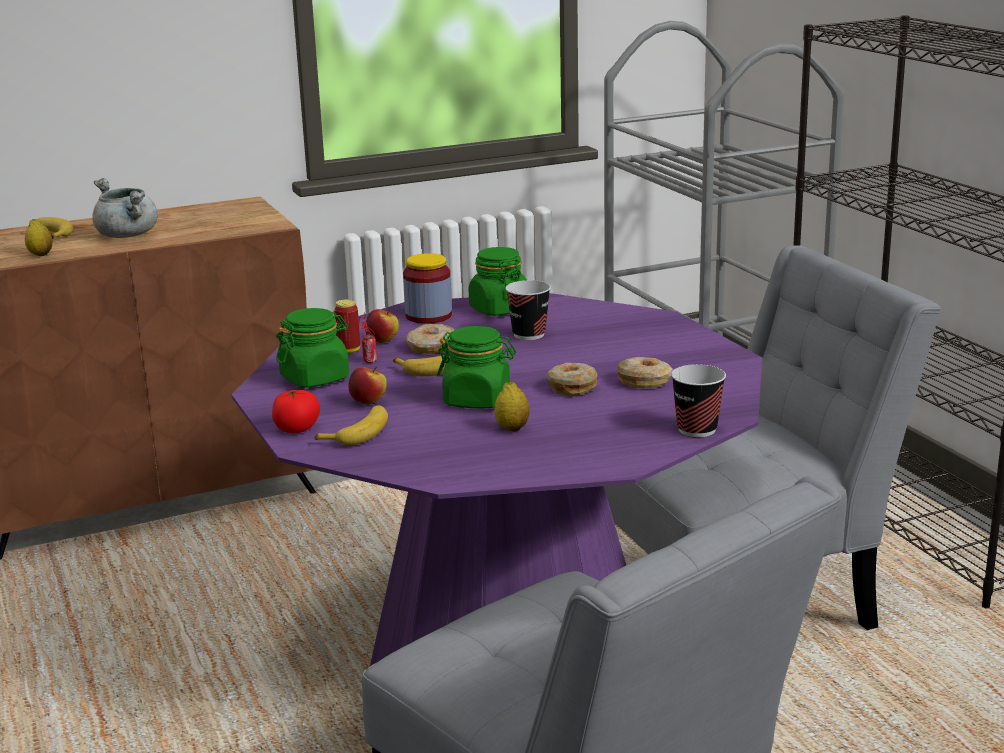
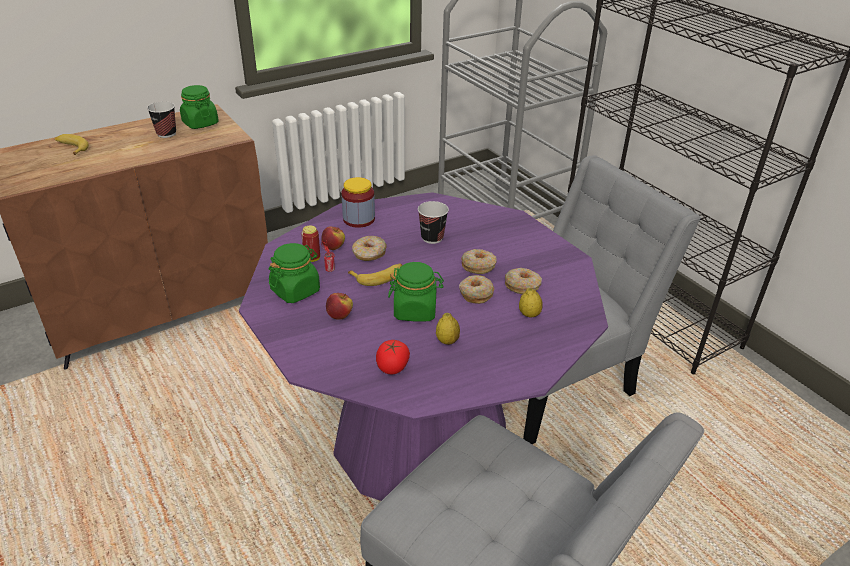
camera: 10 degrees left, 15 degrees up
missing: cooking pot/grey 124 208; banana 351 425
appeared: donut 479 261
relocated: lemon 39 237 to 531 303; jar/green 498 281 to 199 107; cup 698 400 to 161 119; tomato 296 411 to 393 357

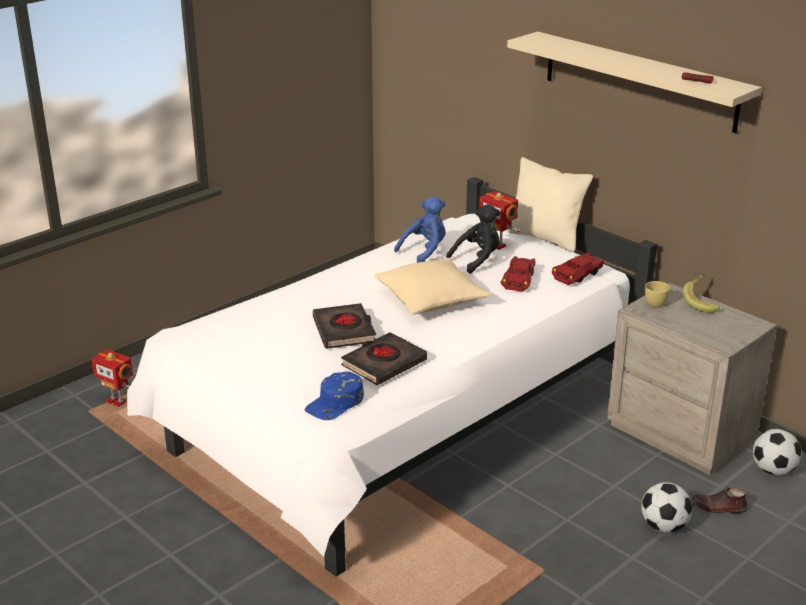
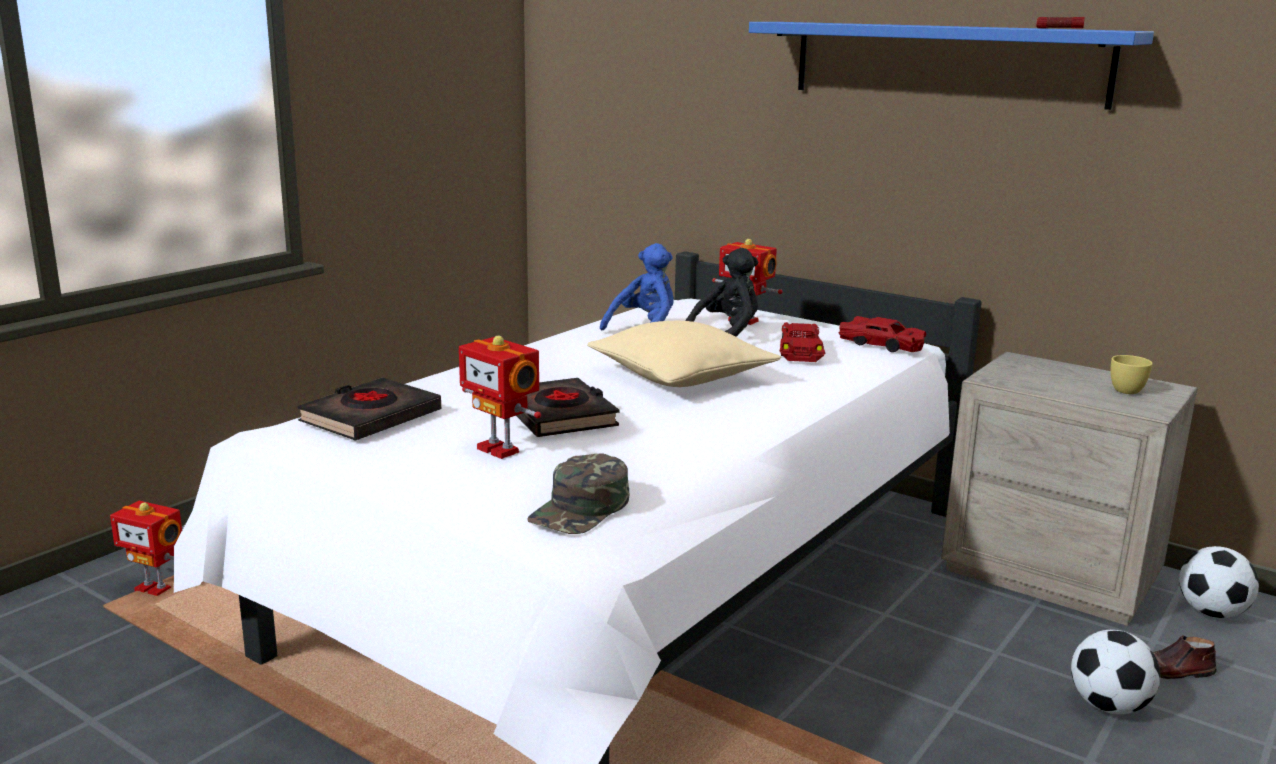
camera: 10 degrees left, 10 degrees down
missing: pillow/beige 549 204; banana 701 293
appeared: toy robot 500 397
relocated: cup/yellow 657 294 to 1132 374; book/black 384 358 to 369 409
colour: shelf/beige 634 82 to shelf/blue 951 66; cap/blue 334 395 to cap/green 578 493
spun: toy car/red 578 269 = 882 334 90 degrees clockwise

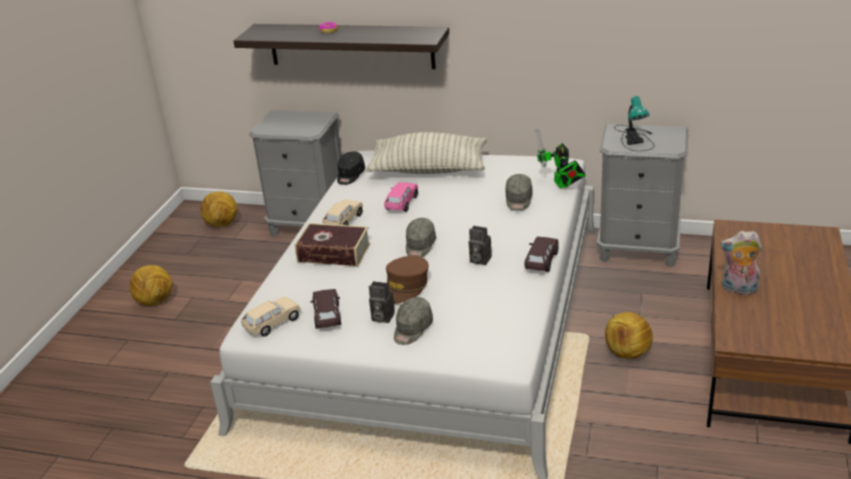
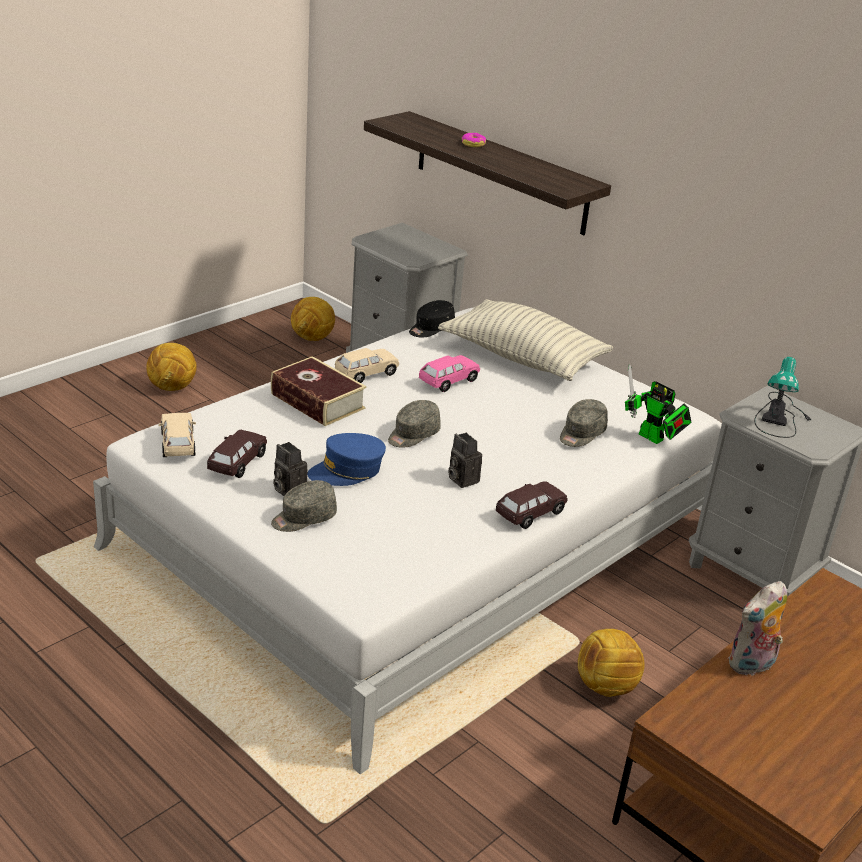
camera: 25 degrees right, 0 degrees up
colour: cap/brown 407 280 to cap/blue 346 459
spun: toy robot 561 158 = 658 404 60 degrees counterclockwise; plush toy 741 264 = 757 628 75 degrees counterclockwise; toy car/beige 271 316 = 177 435 90 degrees counterclockwise

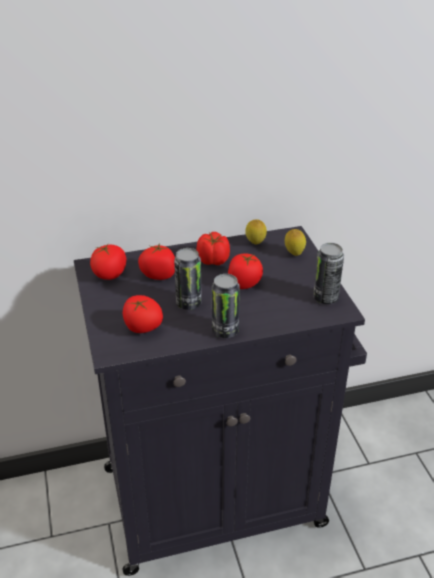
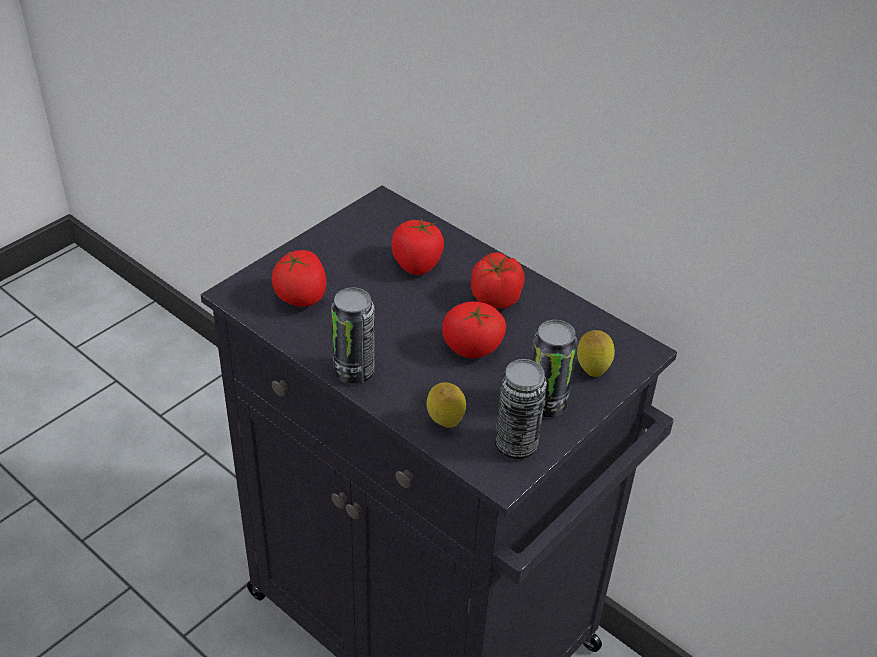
camera: 55 degrees right, 5 degrees up
missing: tomato 108 262
relocated: lemon 256 232 to 446 405; can 188 279 to 554 368

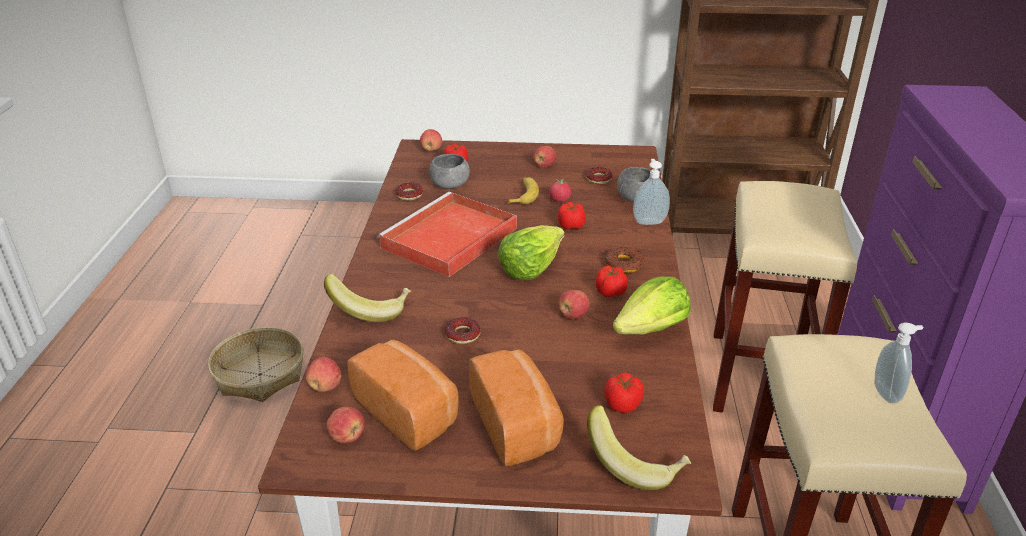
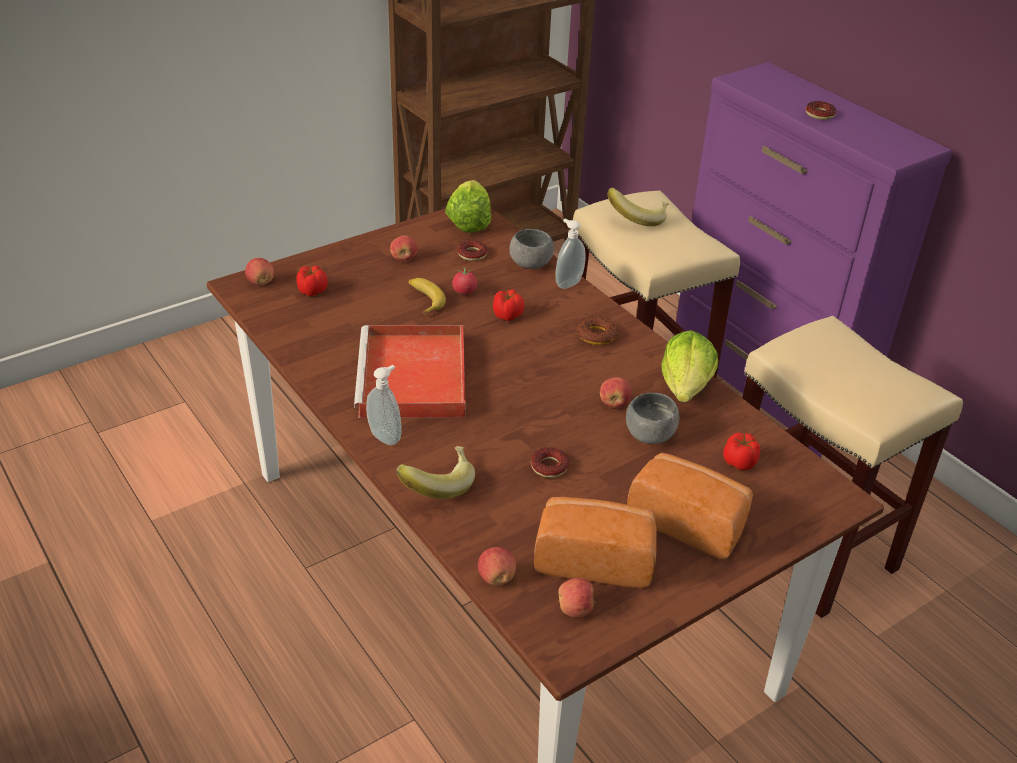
camera: 40 degrees left, 5 degrees up
missing: tomato 612 281; basket 255 364
relocated: bowl/grey 449 171 to 652 418; donut 409 192 to 821 110; lettuce 531 252 to 468 206; soap dispenser 898 363 to 384 405; banana 639 447 to 638 207

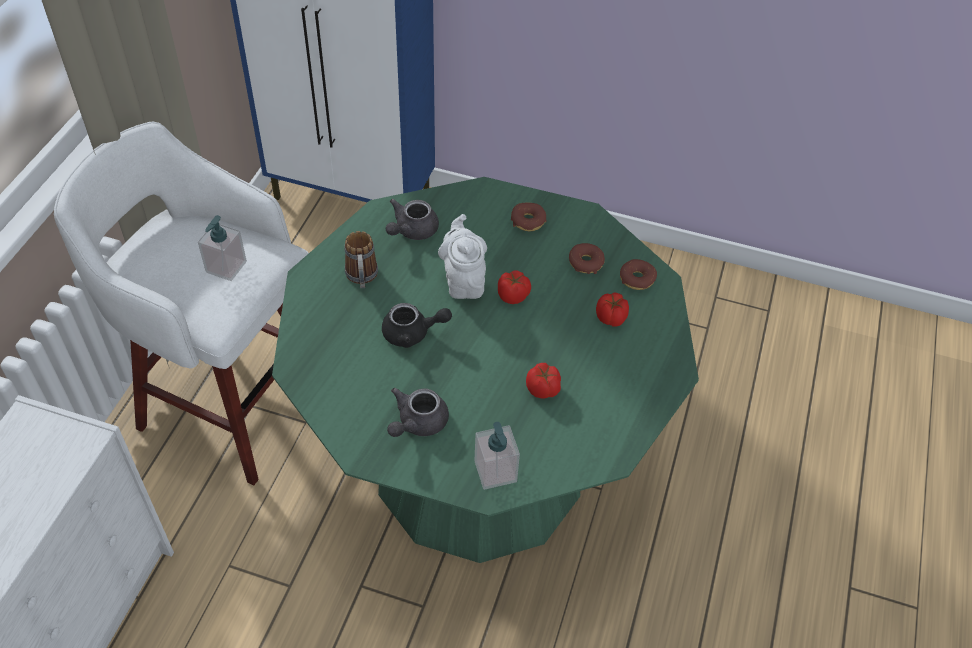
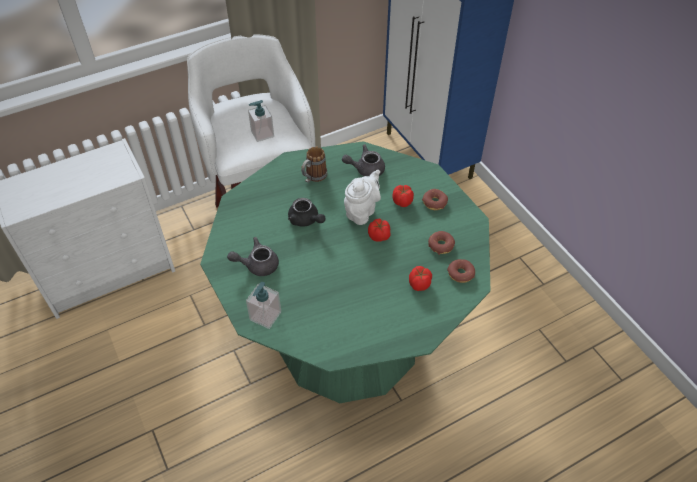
camera: 45 degrees right, 0 degrees up
relocated: tomato 543 380 to 403 196

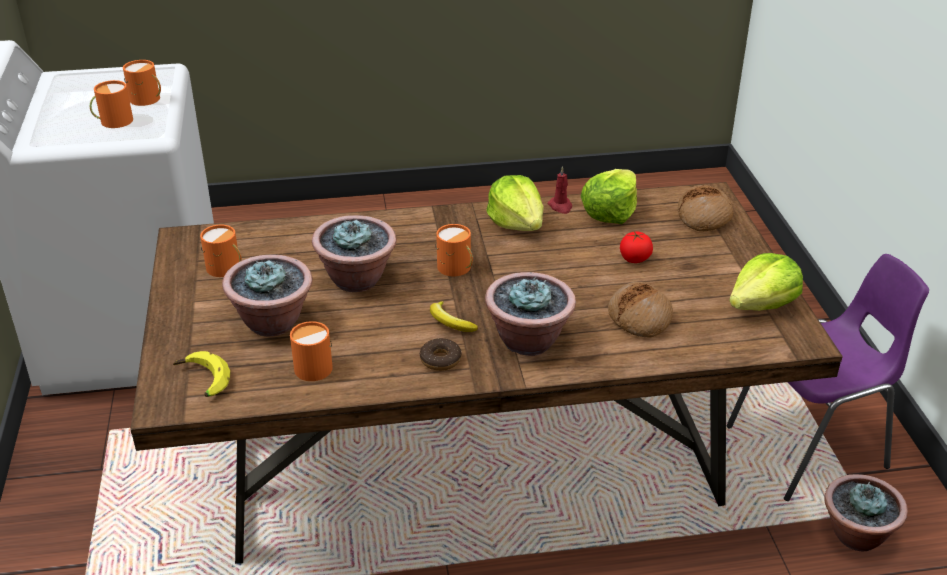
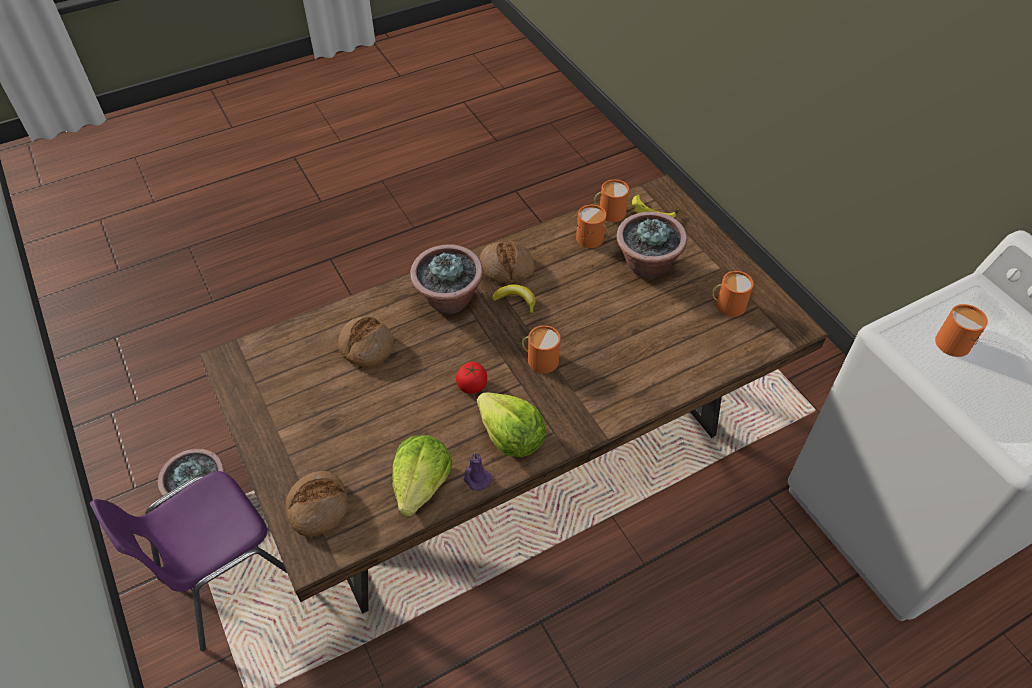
camera: 160 degrees right, 15 degrees up
missing: potted plant 354 253; lettuce 766 282
relocated: mug/orange 142 83 to 611 200; tomato 636 247 to 471 378
exchanged: donut 441 354 to bread 507 262
colour: candle/red 560 190 to candle/purple 478 471

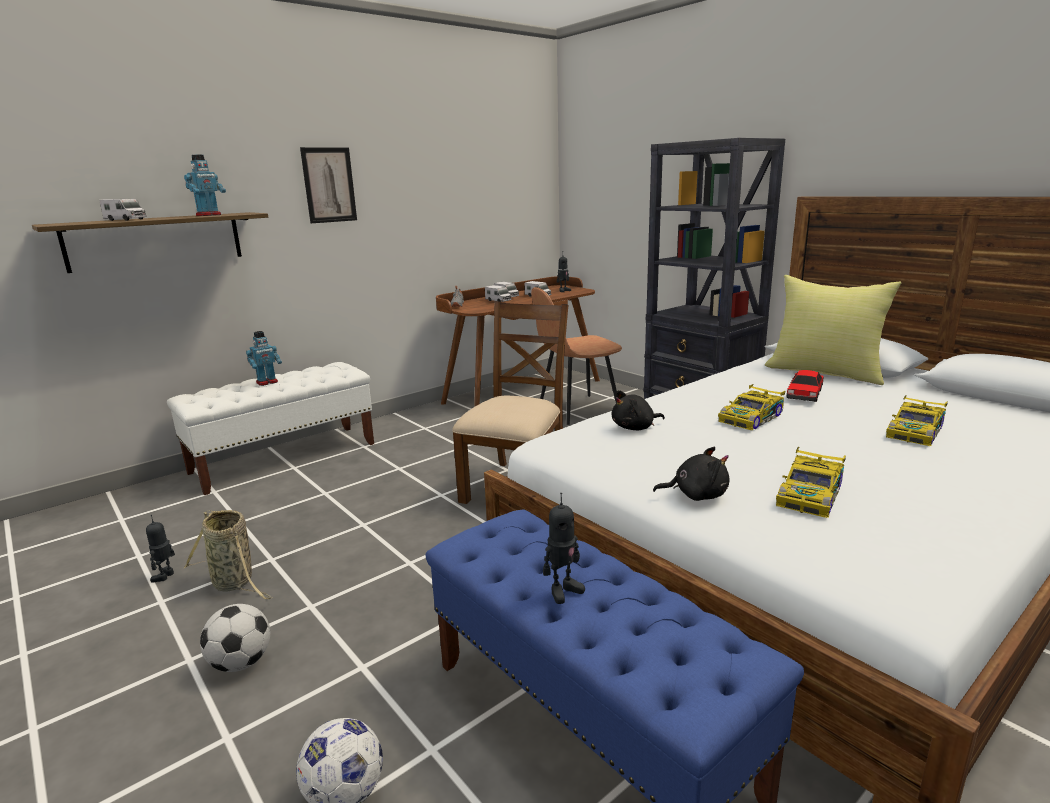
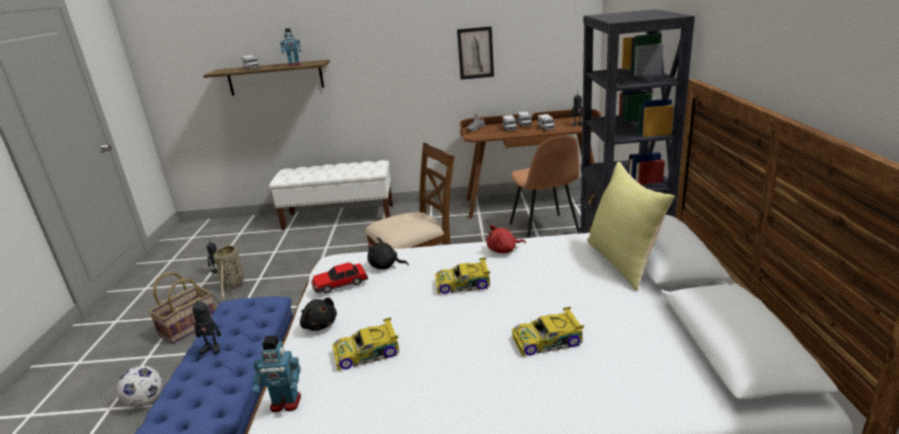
camera: 40 degrees right, 5 degrees up
appeared: plush toy/red 506 239
relocated: picture 328 185 to 475 53; toy robot 264 358 to 276 374; toy car 805 386 to 340 277
exchanged: football 235 638 to basket 182 308
spun: chair/brown 576 356 = 545 186 120 degrees counterclockwise

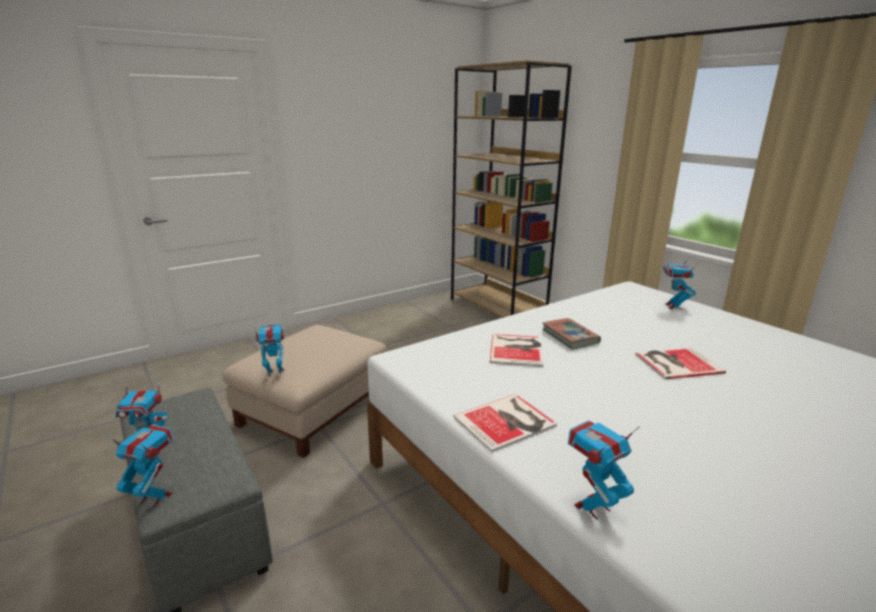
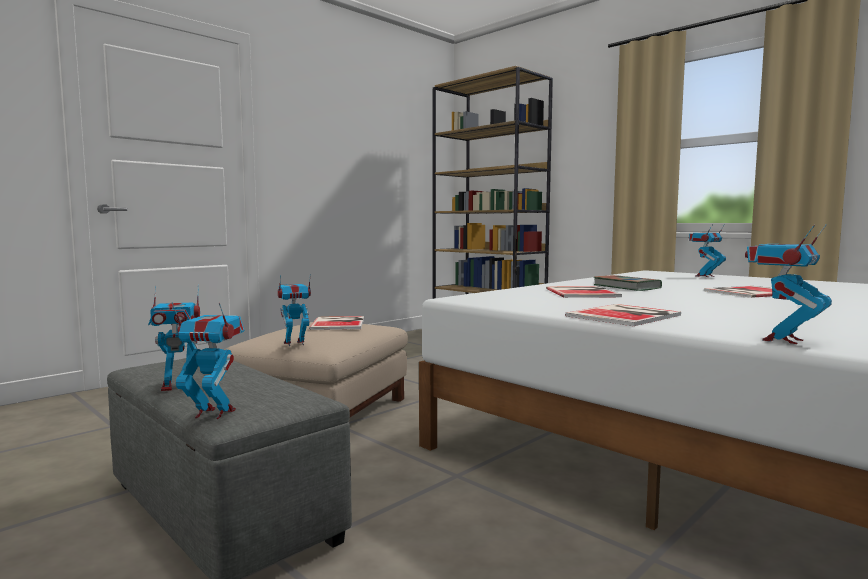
camera: 10 degrees left, 15 degrees down
appeared: book 336 323
spun: toy robot 680 282 = 707 250 60 degrees clockwise

